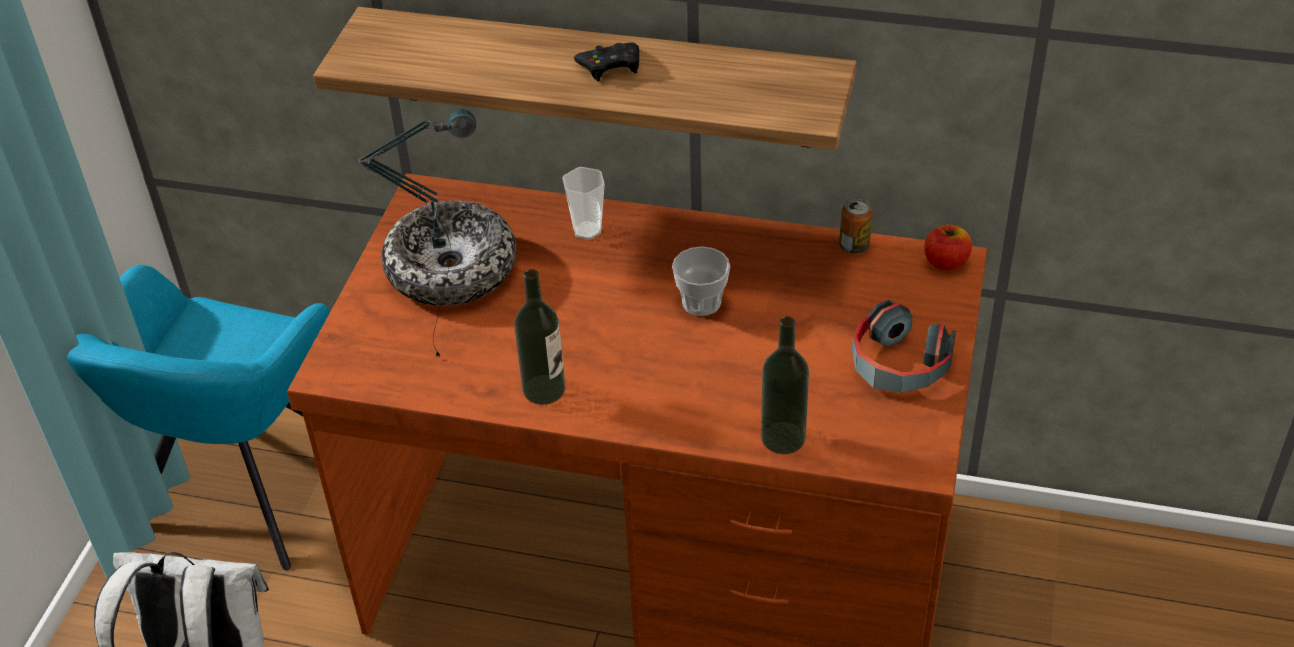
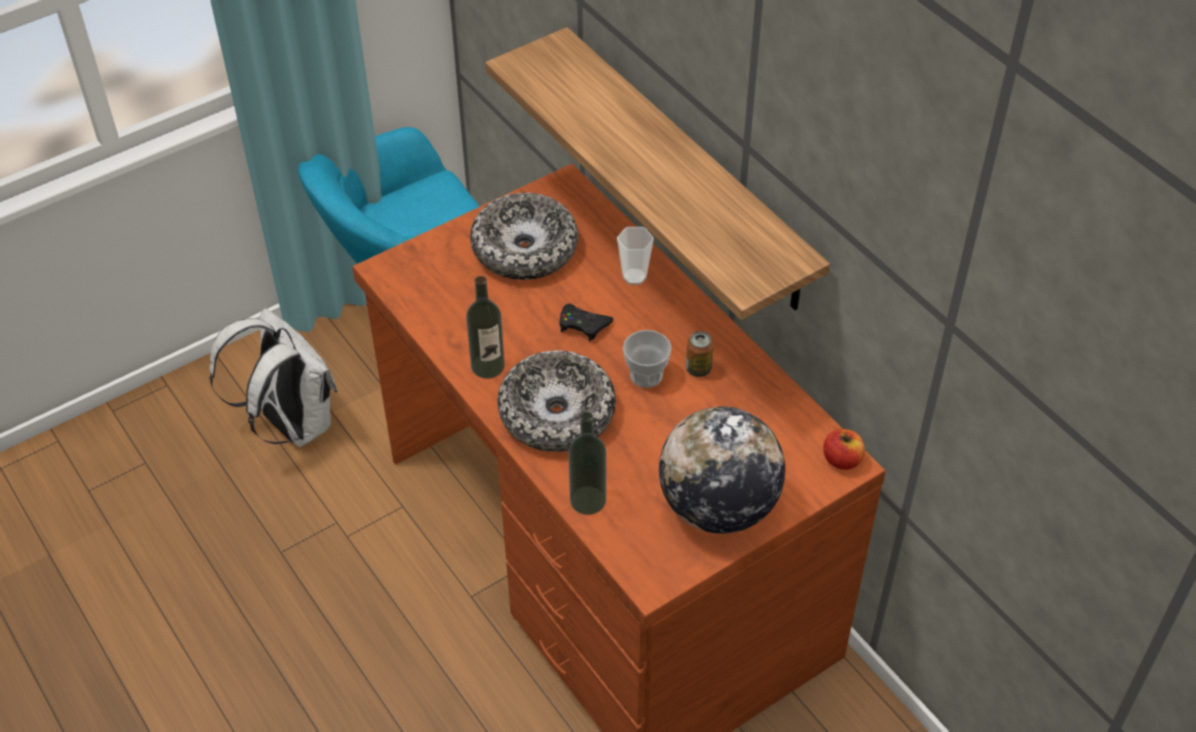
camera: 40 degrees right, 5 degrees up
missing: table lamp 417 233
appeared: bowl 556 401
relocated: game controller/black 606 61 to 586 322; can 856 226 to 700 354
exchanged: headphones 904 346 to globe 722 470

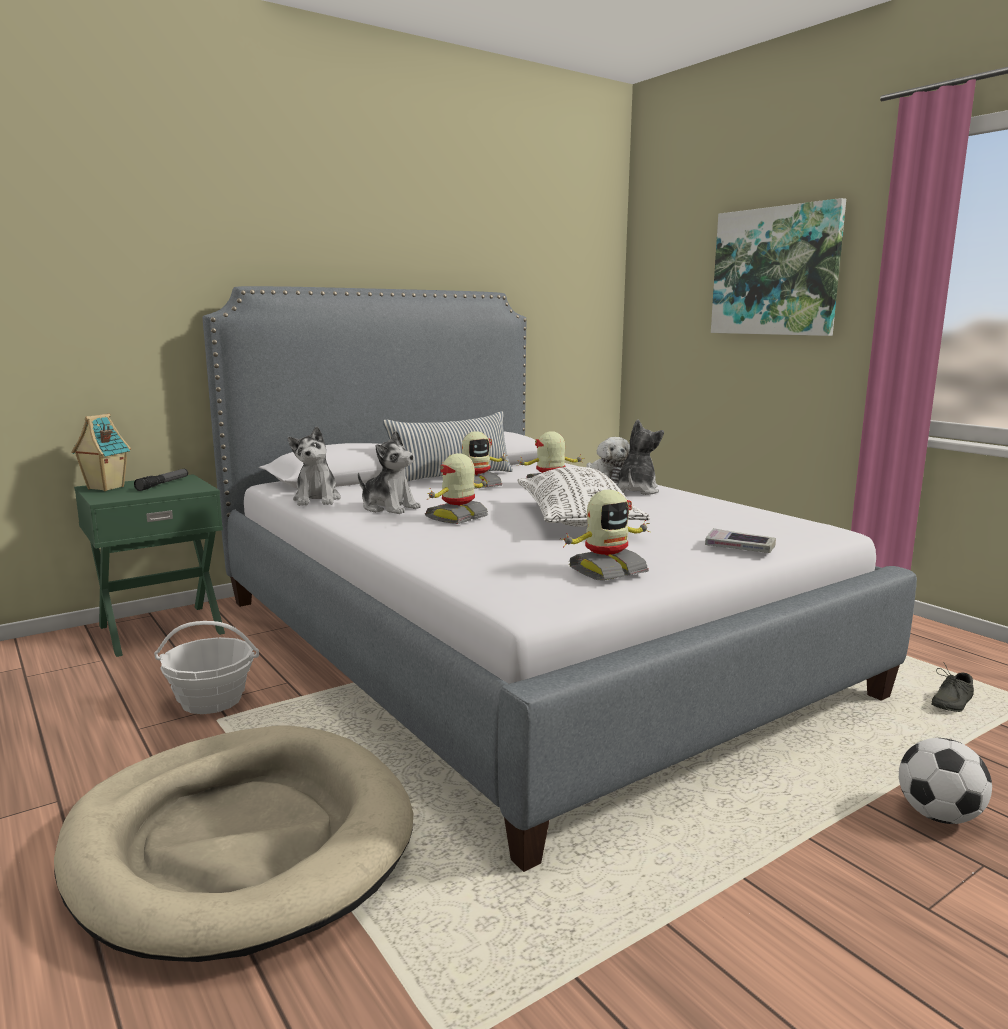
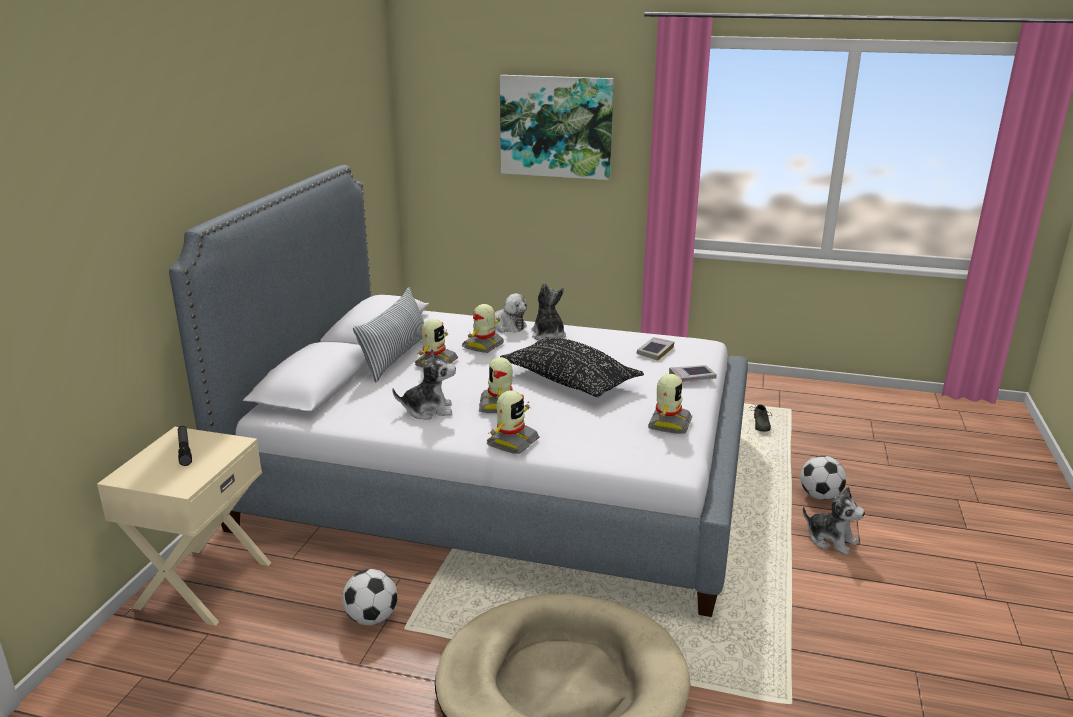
camera: 40 degrees left, 10 degrees up
missing: toy house 101 452
appeared: book 655 349; toy robot 513 422
relocated: plush toy 314 466 to 834 521
exchanged: basket 206 667 to football 370 597
colour: pillow/white 583 497 to pillow/black 572 367; nightstand/green 149 565 to nightstand/beige 184 526

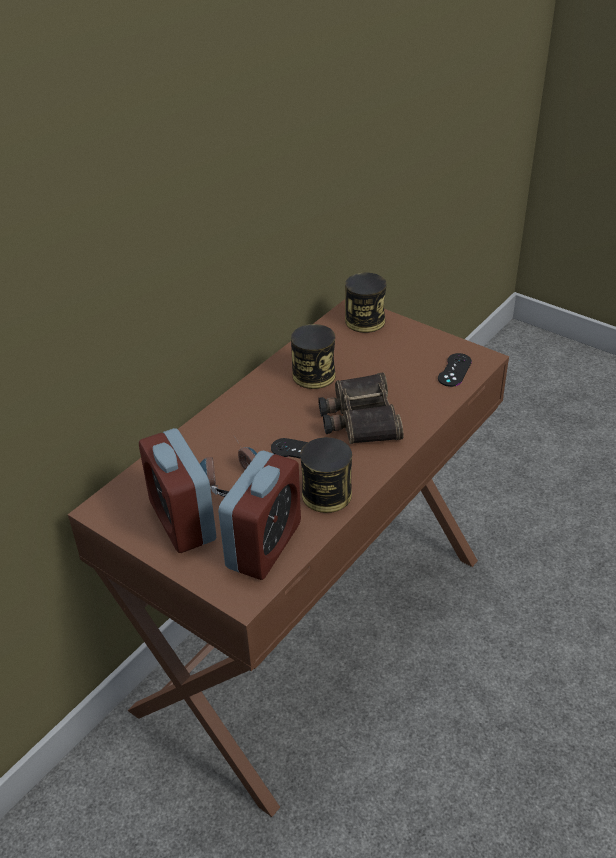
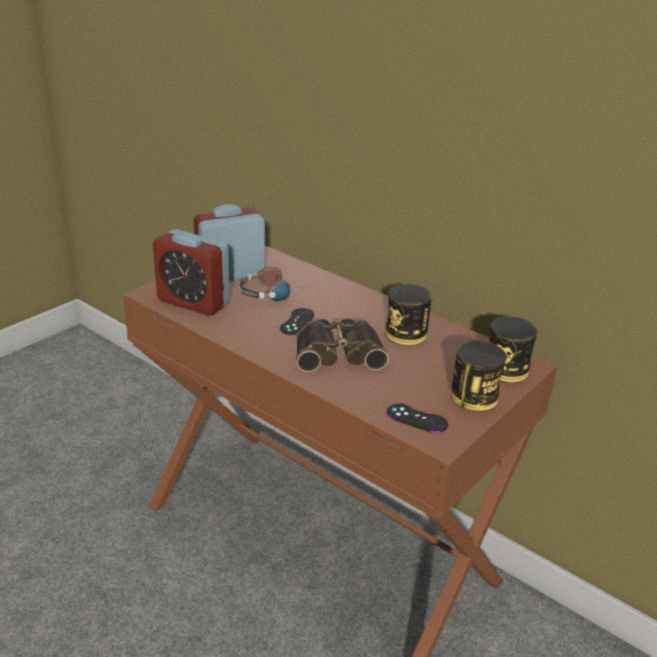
camera: 90 degrees right, 10 degrees down
relocated: can 326 475 to 479 376

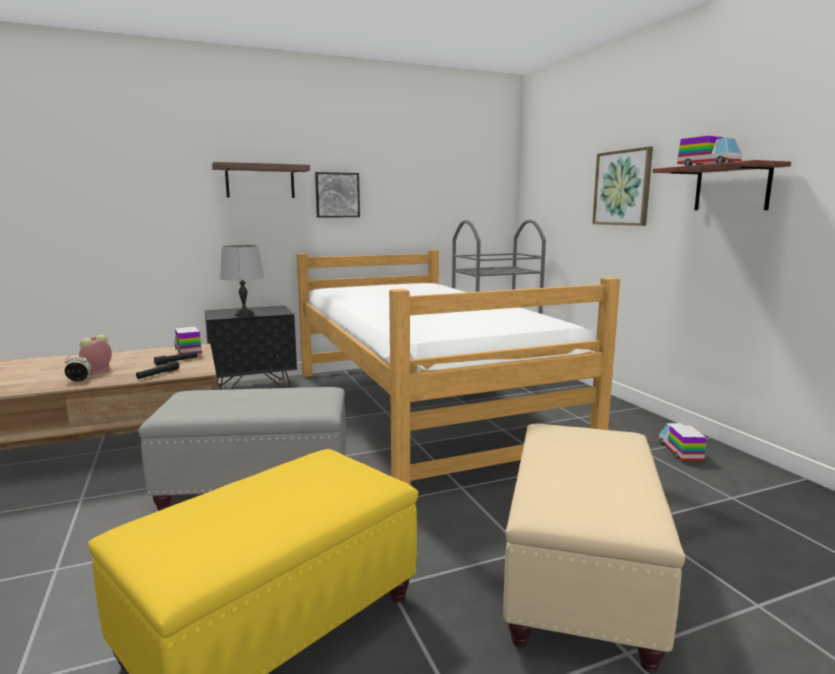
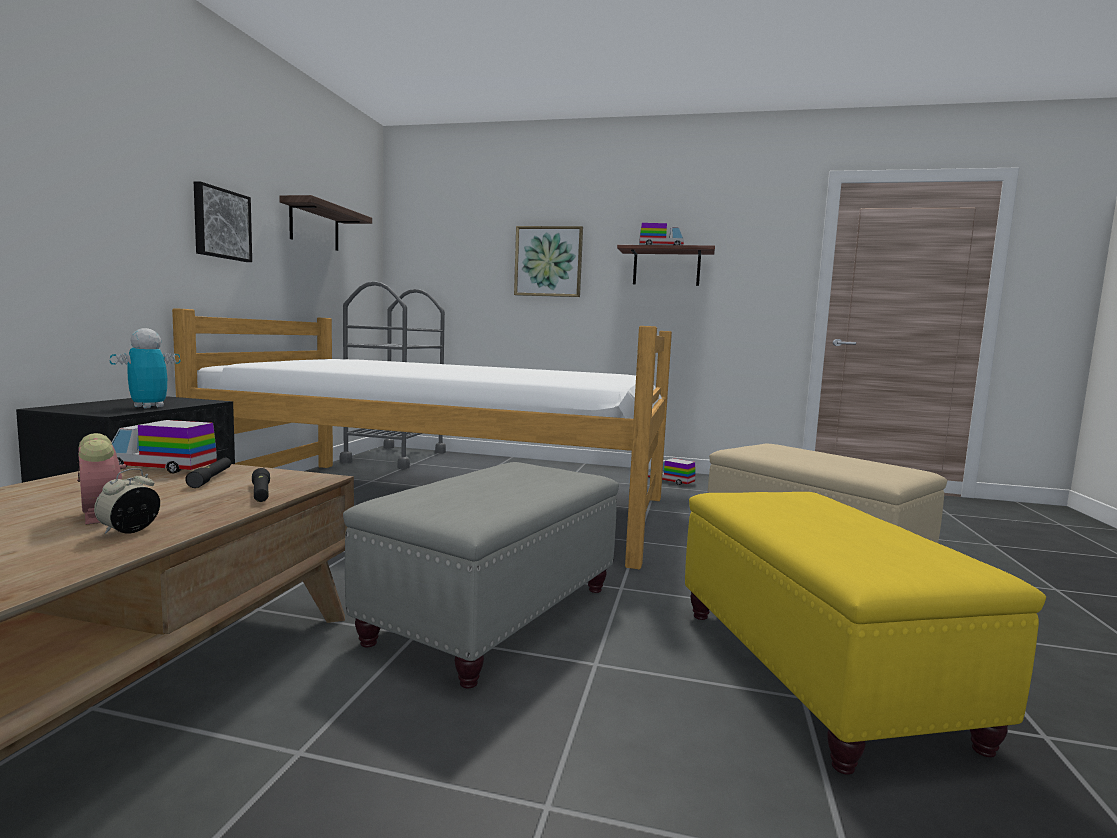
camera: 55 degrees left, 5 degrees down
relocated: shelf 261 180 to 325 223
exchanged: table lamp/grey 242 280 to toy robot 145 368

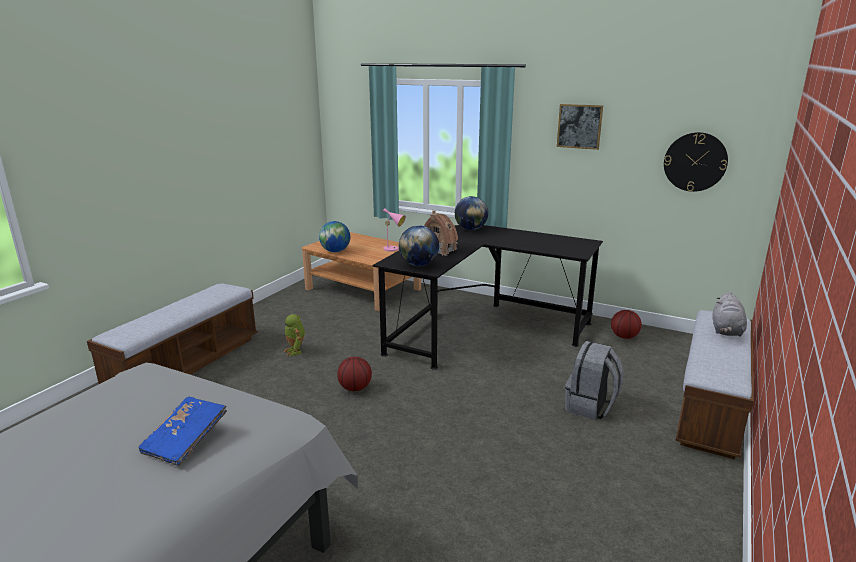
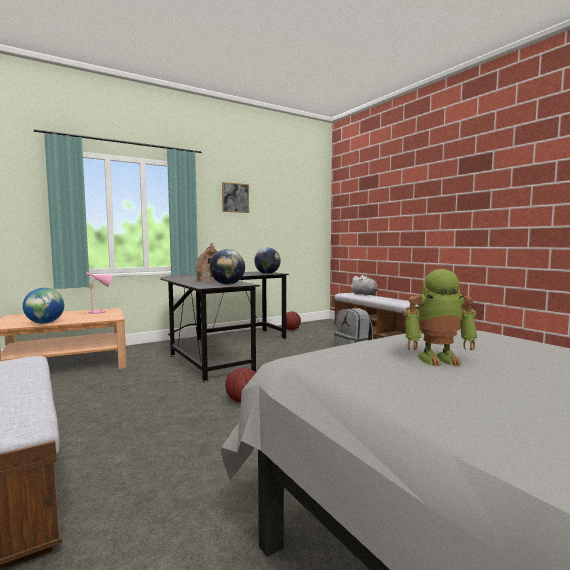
camera: 60 degrees left, 15 degrees down
missing: wall clock 696 162; book/blue 182 431
relocated: globe 471 213 to 267 261; toy robot 294 335 to 440 318

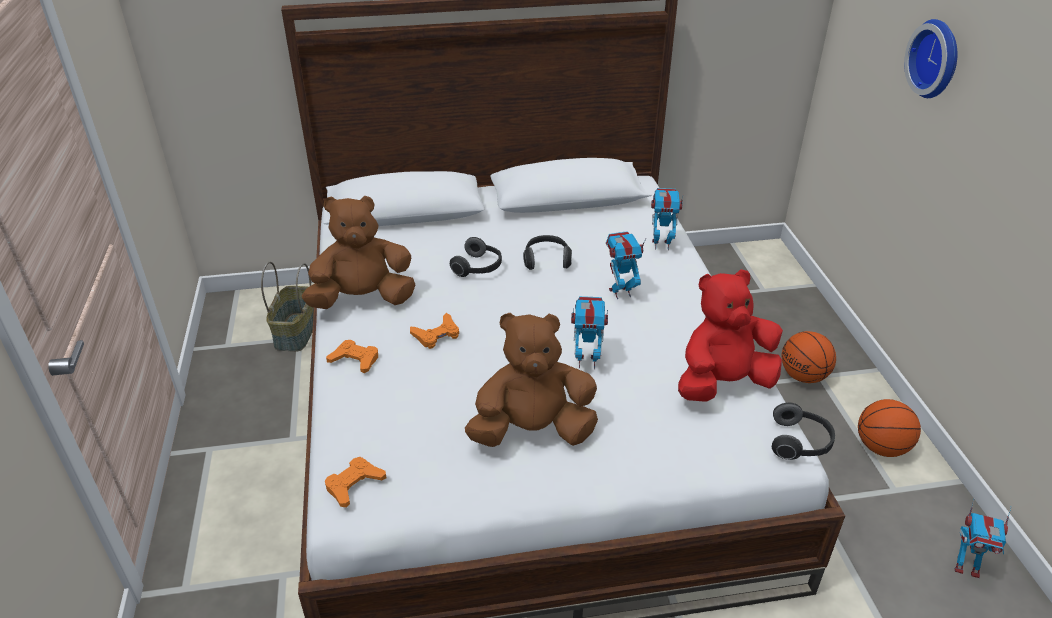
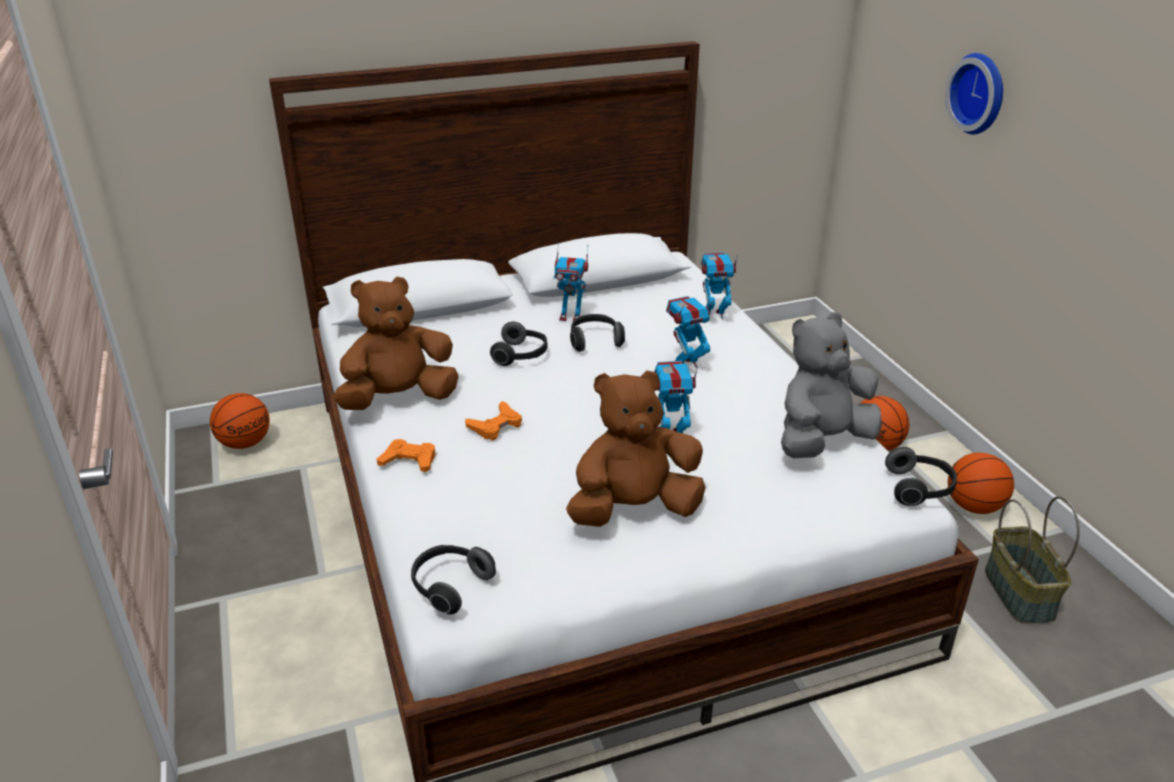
camera: 10 degrees left, 5 degrees down
appeared: basketball 240 421
relocated: basket 287 307 to 1032 560; toy robot 983 538 to 570 281
exchanged: game controller/orange 356 482 to headphones 453 579
colour: plush toy/red 730 335 to plush toy/grey 831 385

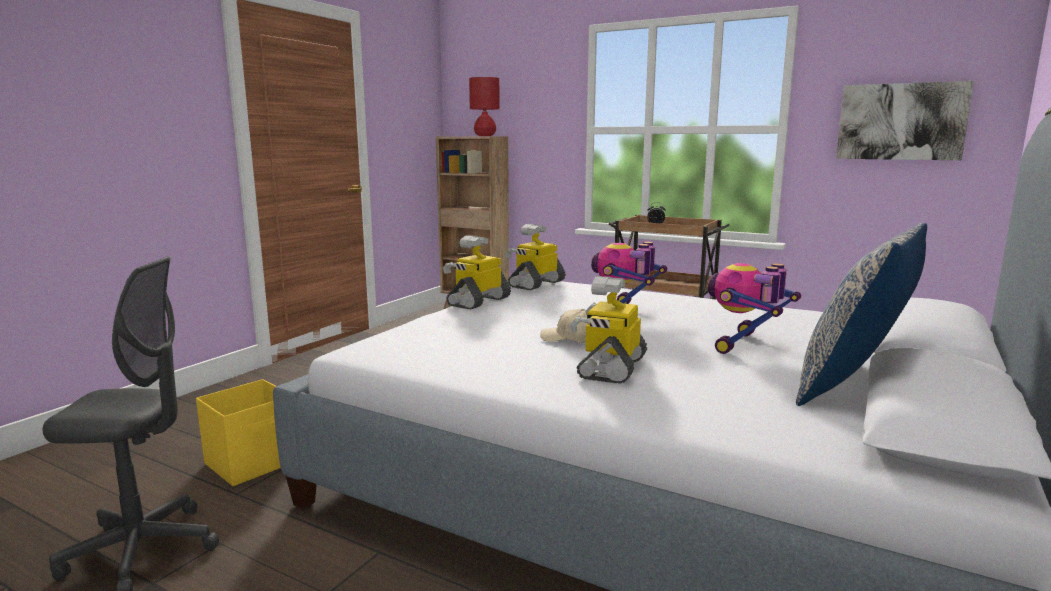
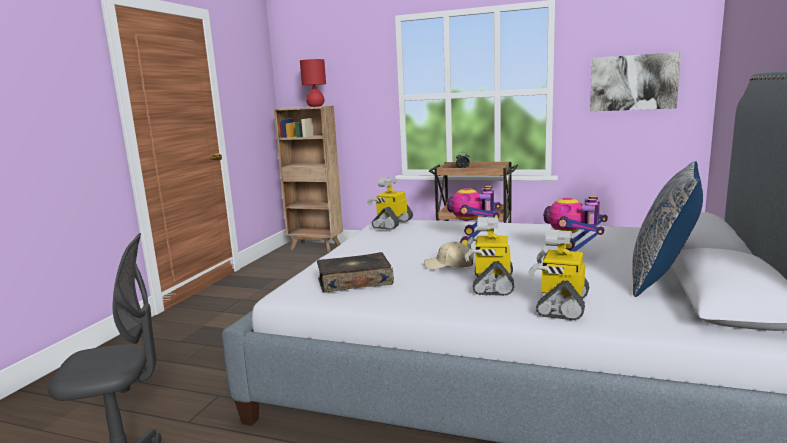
camera: 10 degrees left, 0 degrees up
missing: storage box/yellow 238 432
appeared: book 355 272
relocated: toy robot 477 272 to 558 275

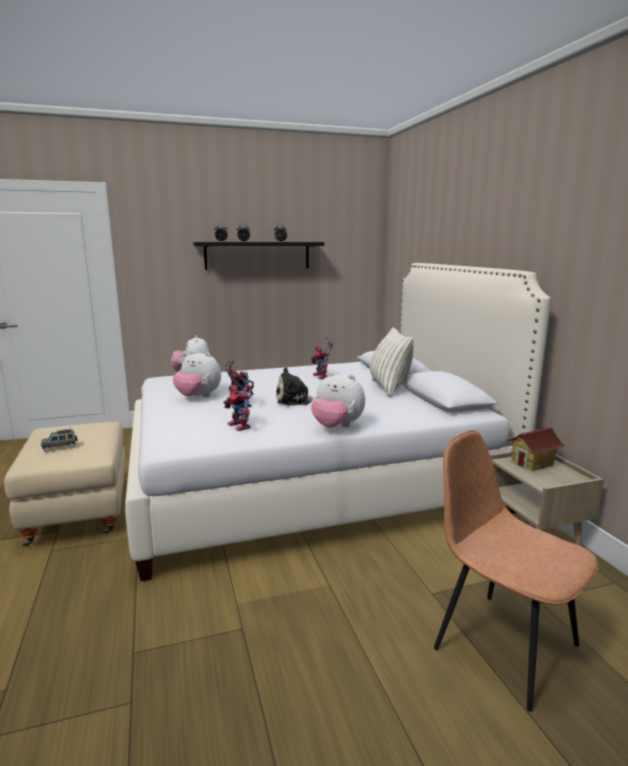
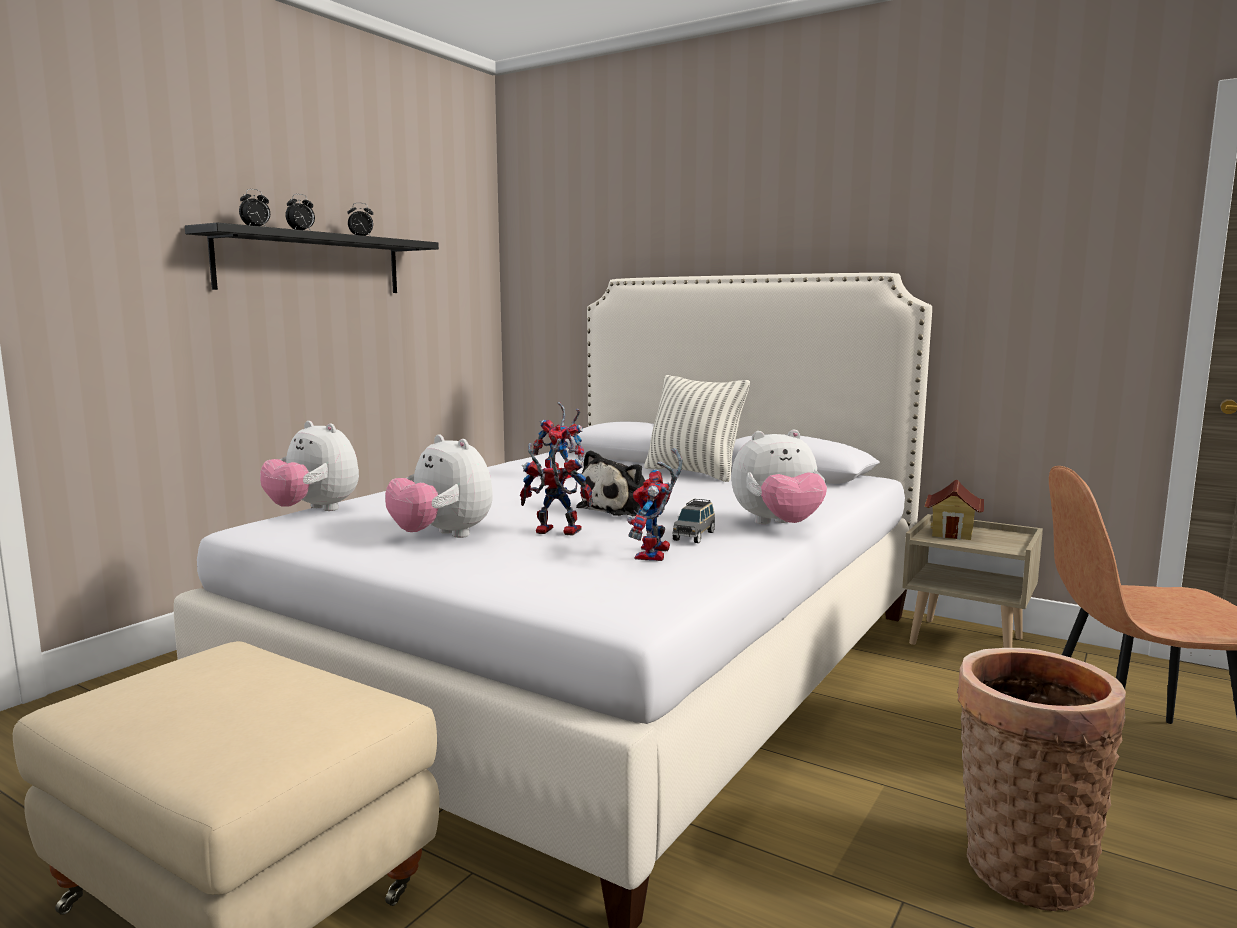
camera: 40 degrees left, 5 degrees down
appeared: basket 1041 779
relocated: toy car/grey 59 440 to 693 521
spun: plush toy 197 374 = 439 486 60 degrees clockwise; toy robot 238 401 = 655 504 90 degrees clockwise

